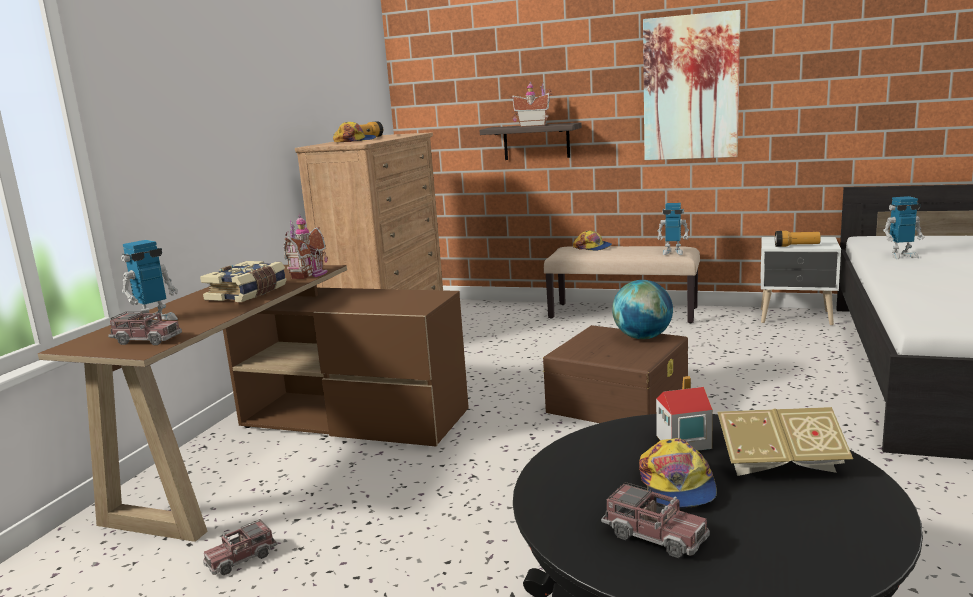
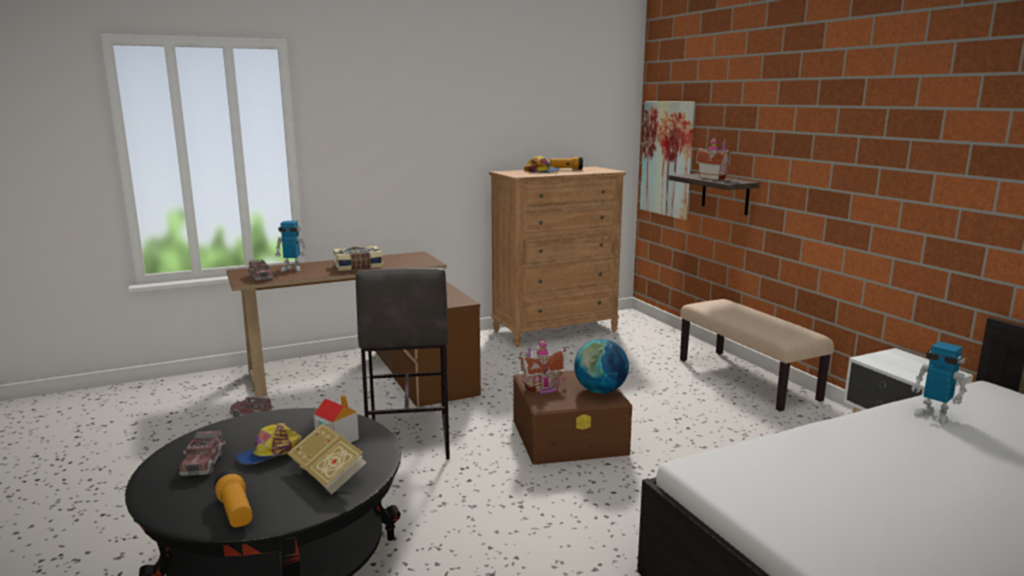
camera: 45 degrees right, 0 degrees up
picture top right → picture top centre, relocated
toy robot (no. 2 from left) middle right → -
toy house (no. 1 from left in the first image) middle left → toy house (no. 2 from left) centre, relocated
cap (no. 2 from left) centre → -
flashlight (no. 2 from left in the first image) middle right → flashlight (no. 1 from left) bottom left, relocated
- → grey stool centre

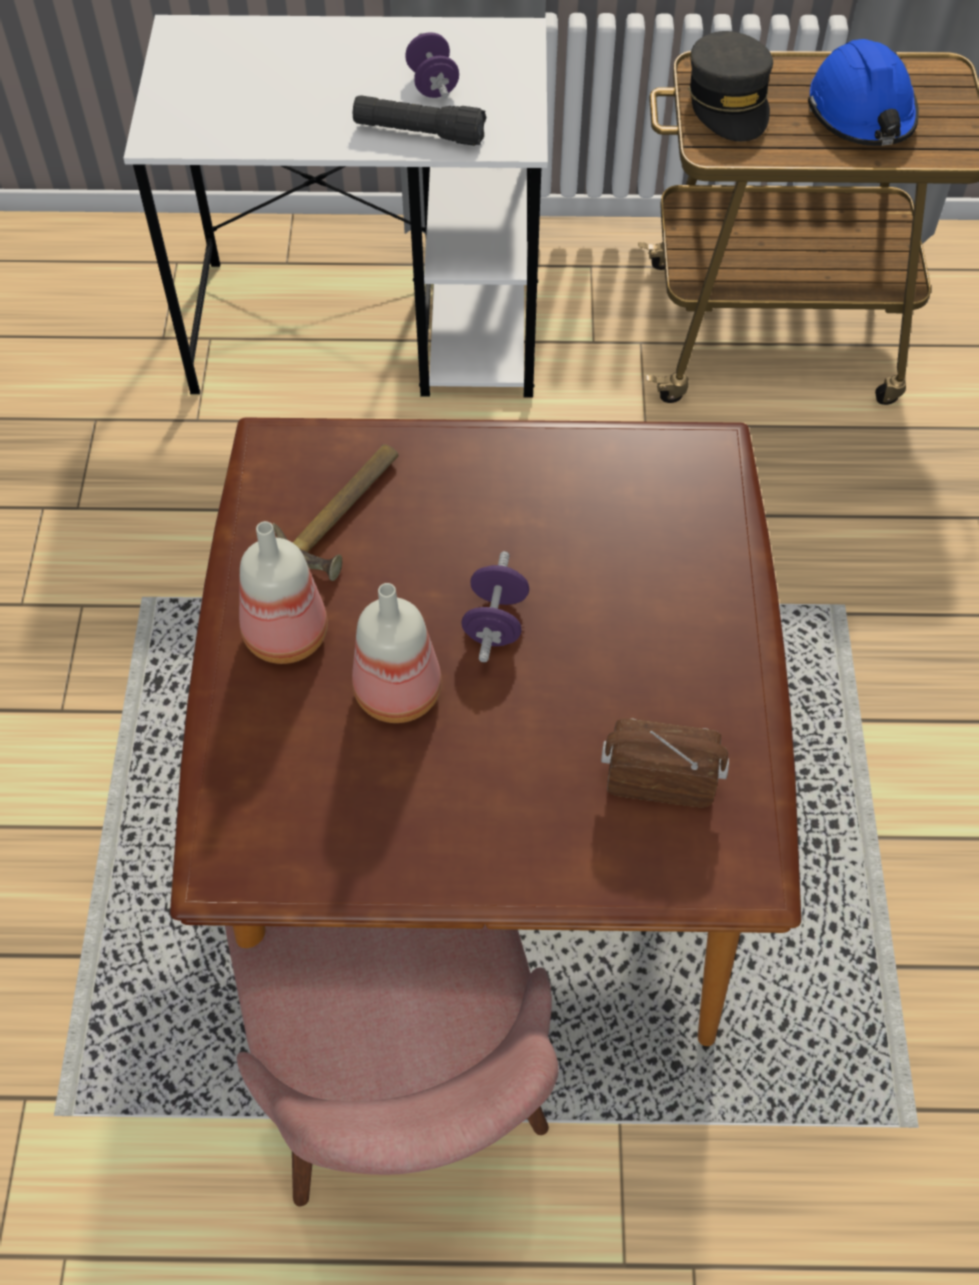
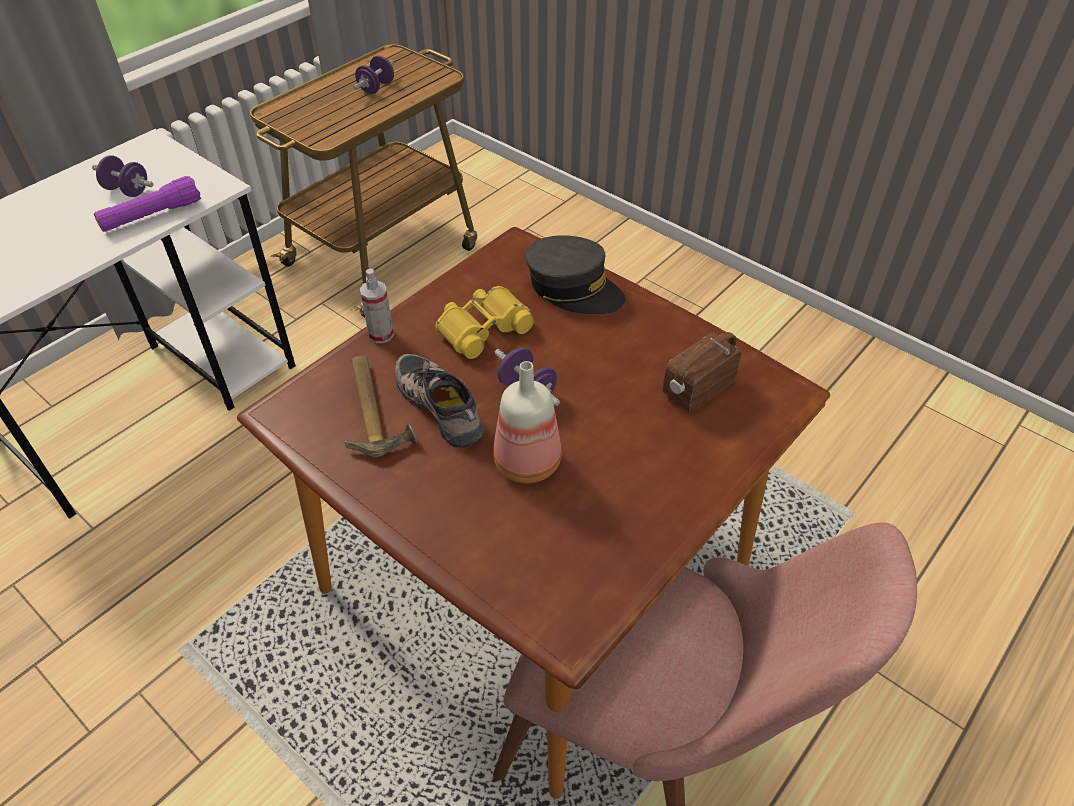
camera: 50 degrees left, 10 degrees down
grey cap top right → grey cap centre, relocated
blue hard hat top right → purple dumbbell (no. 2 from left) top centre
black flashlight top centre → purple flashlight top left
bottle (no. 1 from left) middle left → -
- → spray bottle centre
- → yellow binoculars centre
- → shoe centre

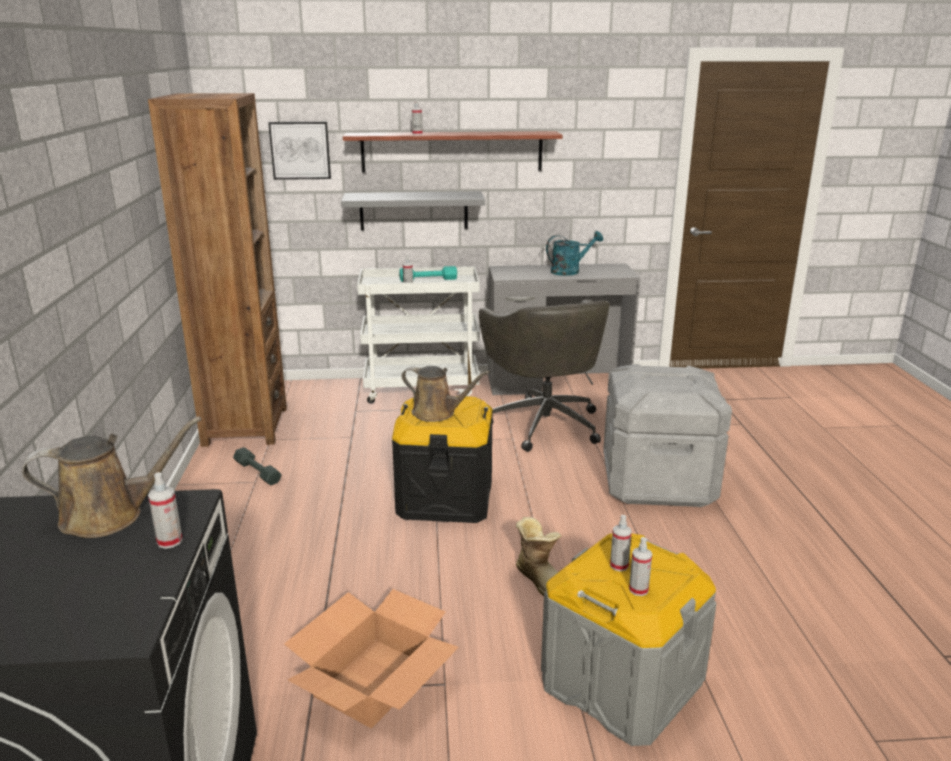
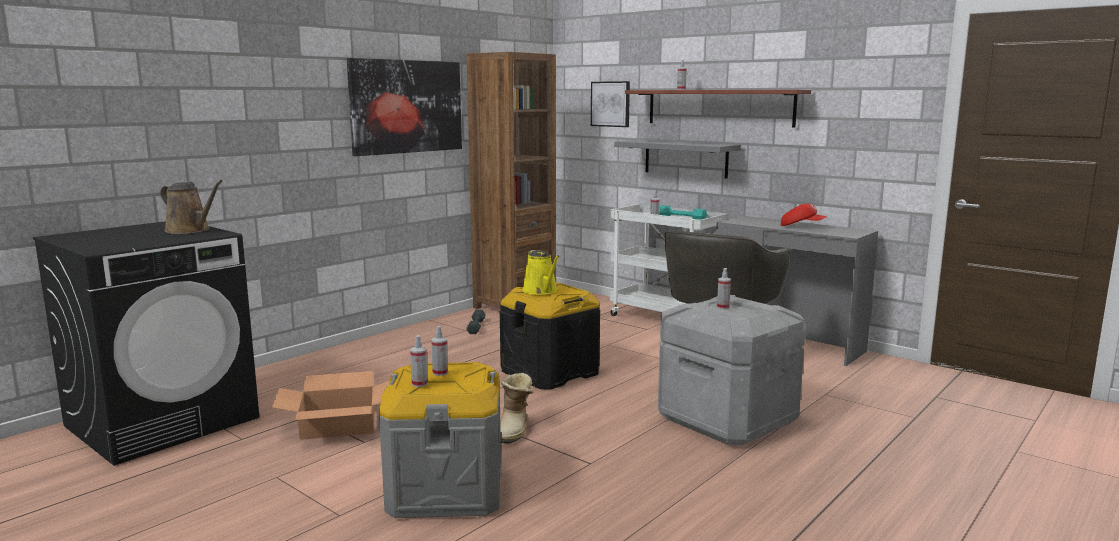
camera: 45 degrees right, 10 degrees down
turquoise watering can top centre → red cap middle right
brown watering can (no. 2 from left) centre → yellow watering can centre
spray bottle (no. 1 from left in the first image) bottom left → spray bottle (no. 5 from left) centre, relocated
- → picture (no. 1 from left) top centre

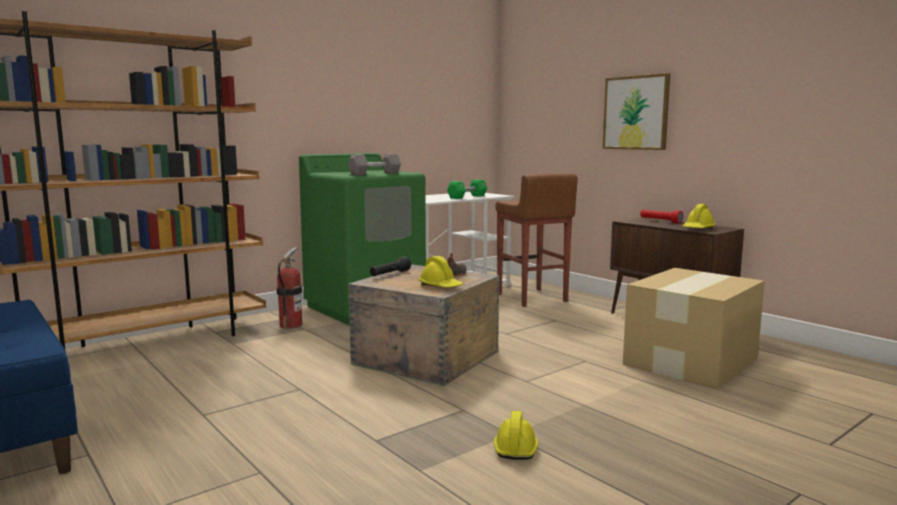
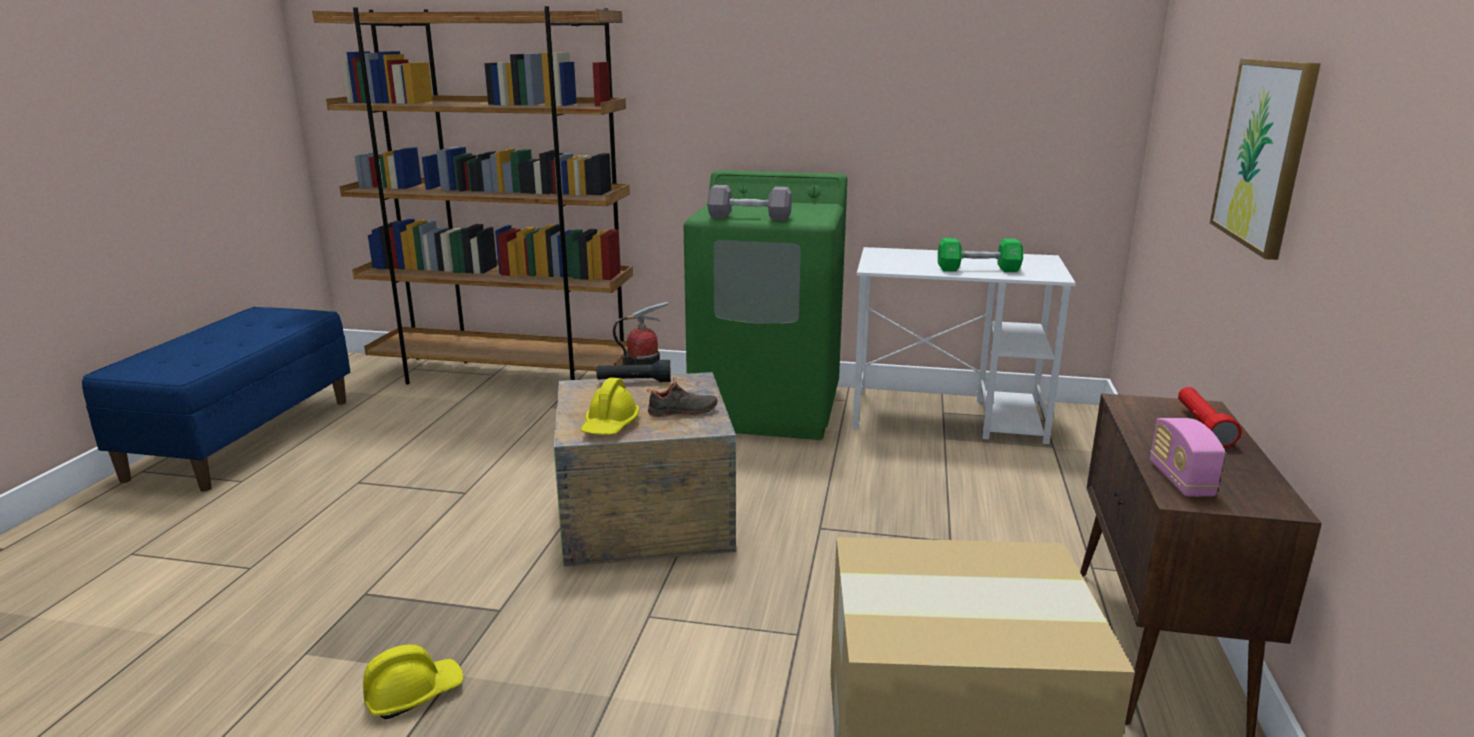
camera: 50 degrees right, 10 degrees up
brown stool centre → -
yellow hard hat (no. 3 from left) middle right → radio middle right

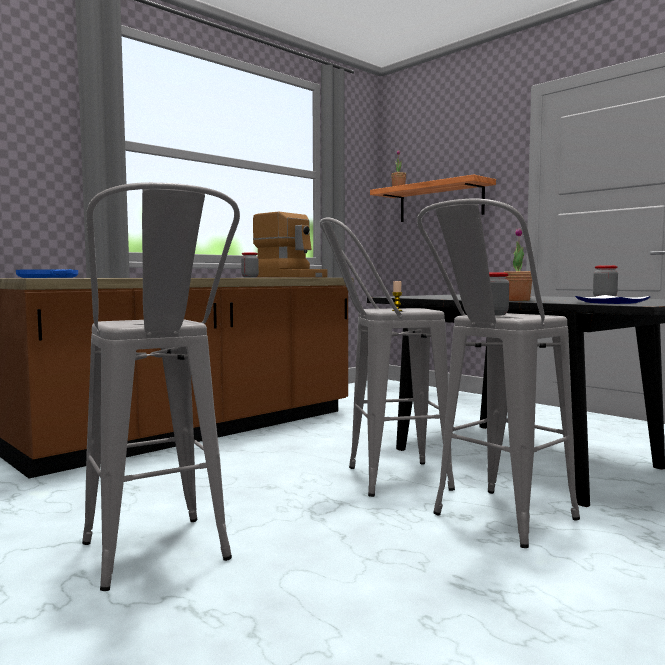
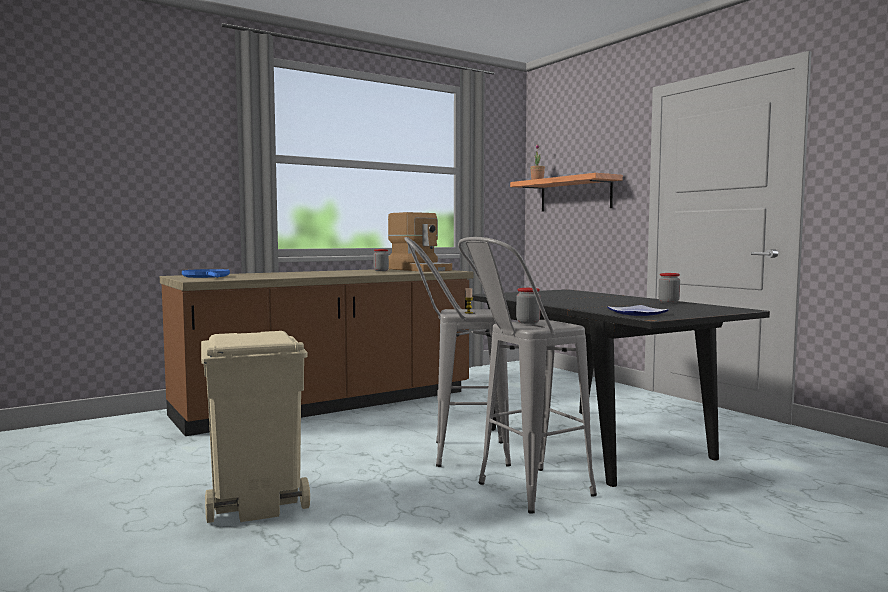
camera: 10 degrees right, 0 degrees up
grey stool (no. 1 from left) middle left → beige trash can bottom left
potted plant (no. 2 from left) middle right → -

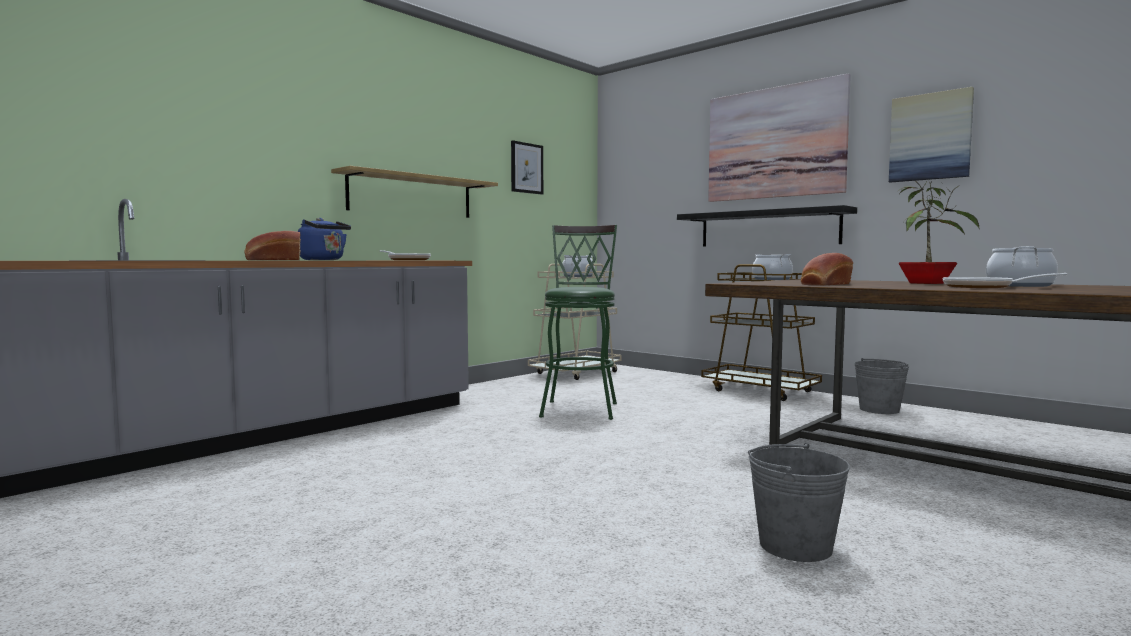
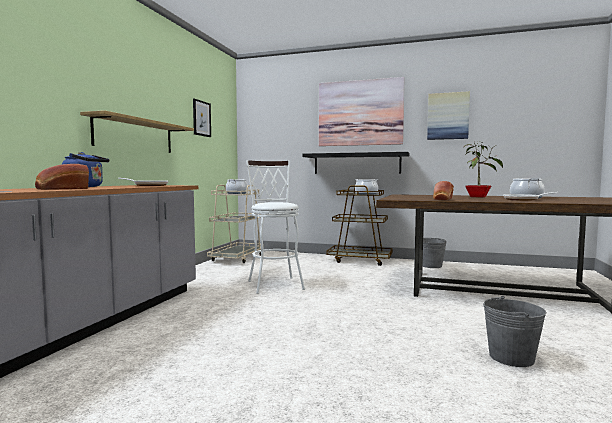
camera: 25 degrees left, 0 degrees up
green stool centre → white stool centre

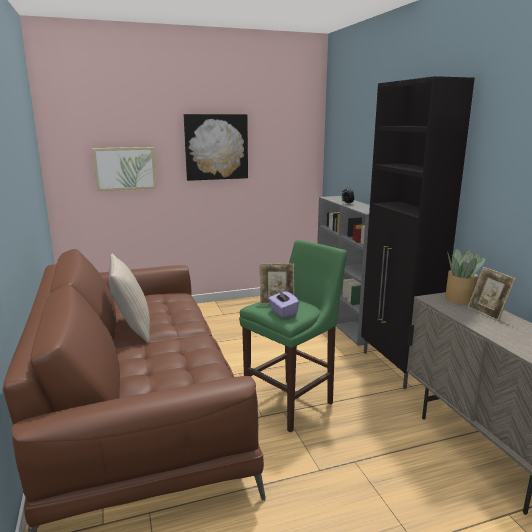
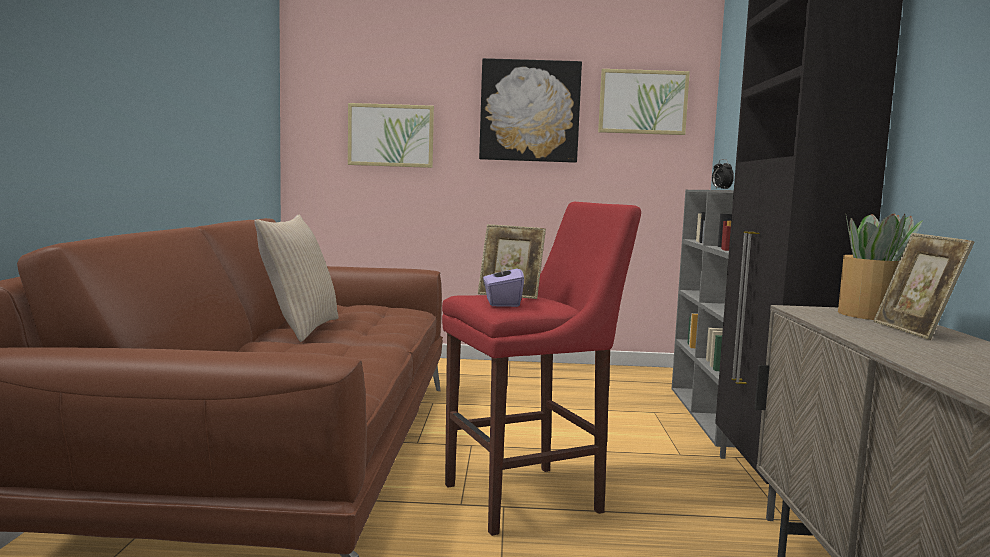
camera: 20 degrees right, 10 degrees down
green stool centre → red stool centre
- → picture (no. 3 from left) top centre

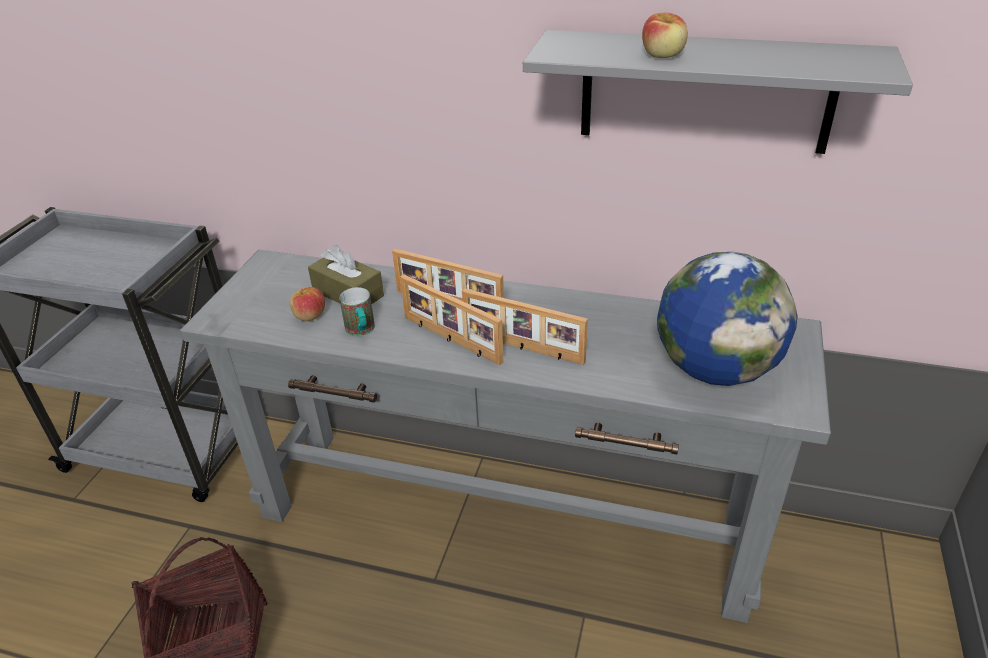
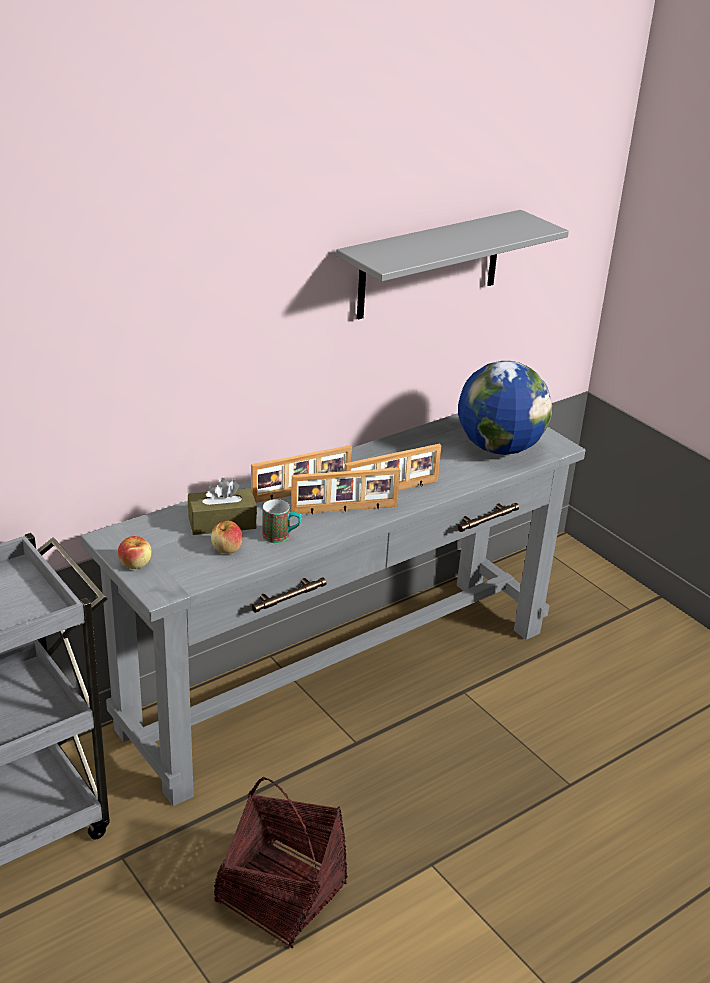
camera: 55 degrees left, 5 degrees down
apple (no. 2 from left in the first image) top right → apple (no. 1 from left) middle left, relocated

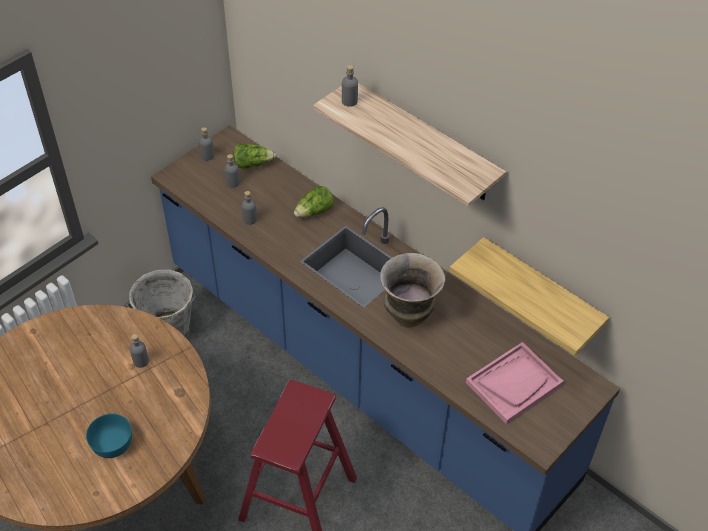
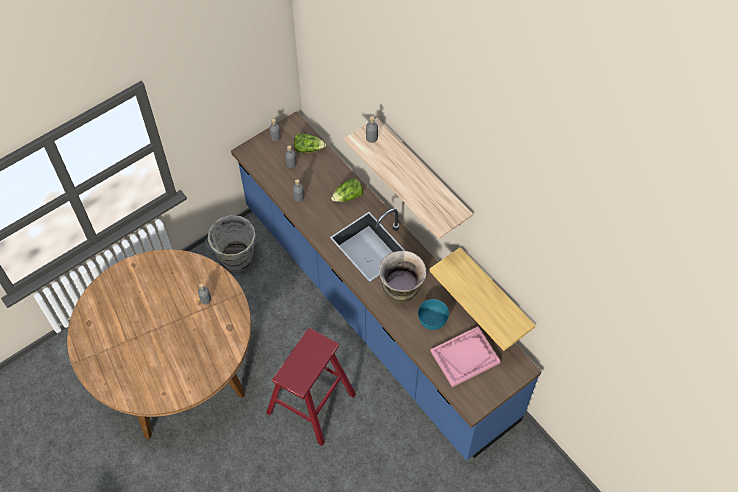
camera: 10 degrees right, 10 degrees up
turquoise bowl bottom left → turquoise bowl centre, relocated

